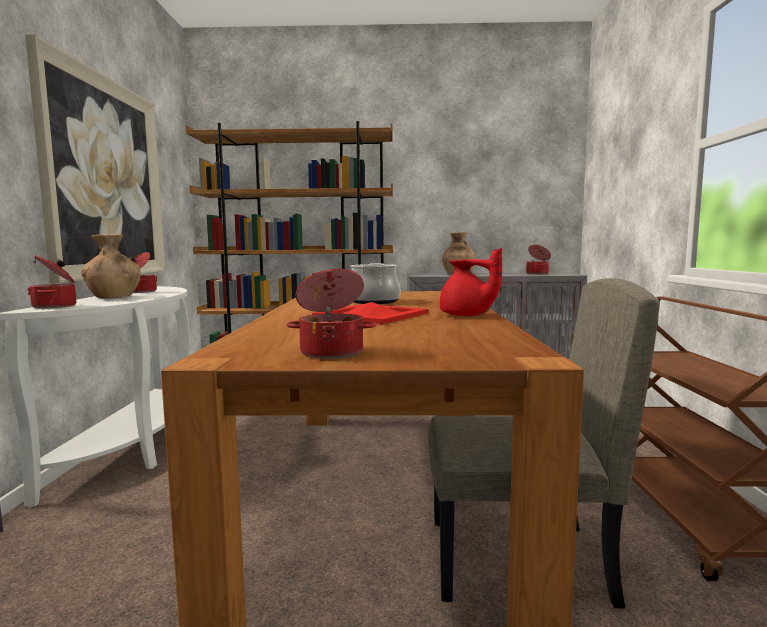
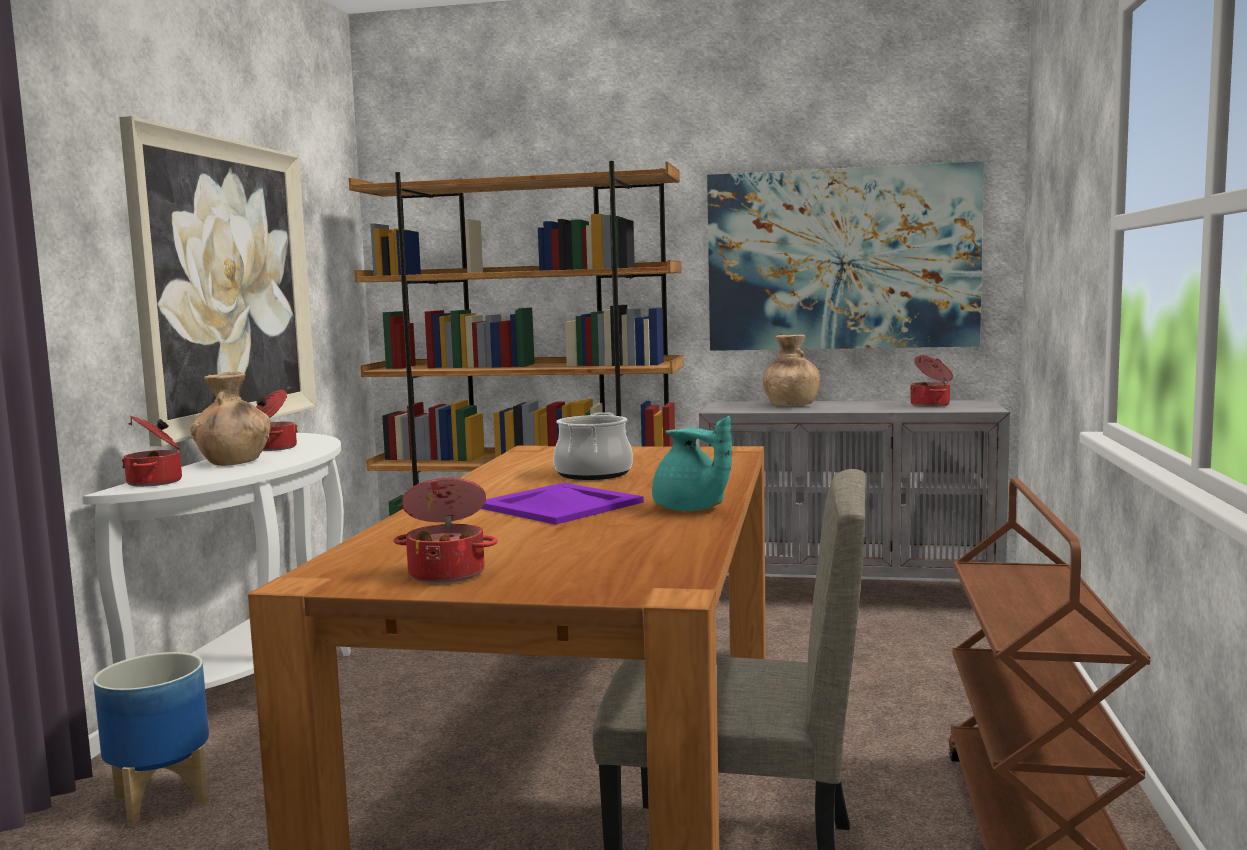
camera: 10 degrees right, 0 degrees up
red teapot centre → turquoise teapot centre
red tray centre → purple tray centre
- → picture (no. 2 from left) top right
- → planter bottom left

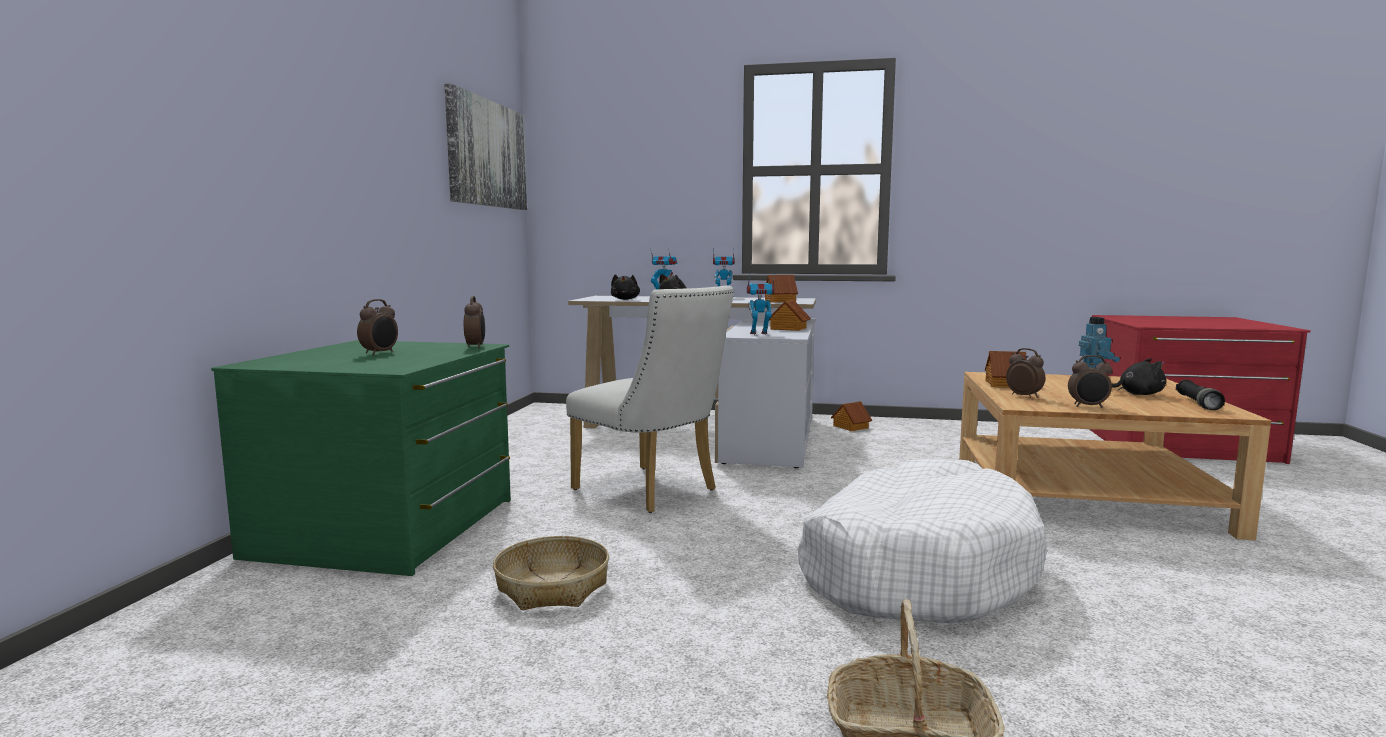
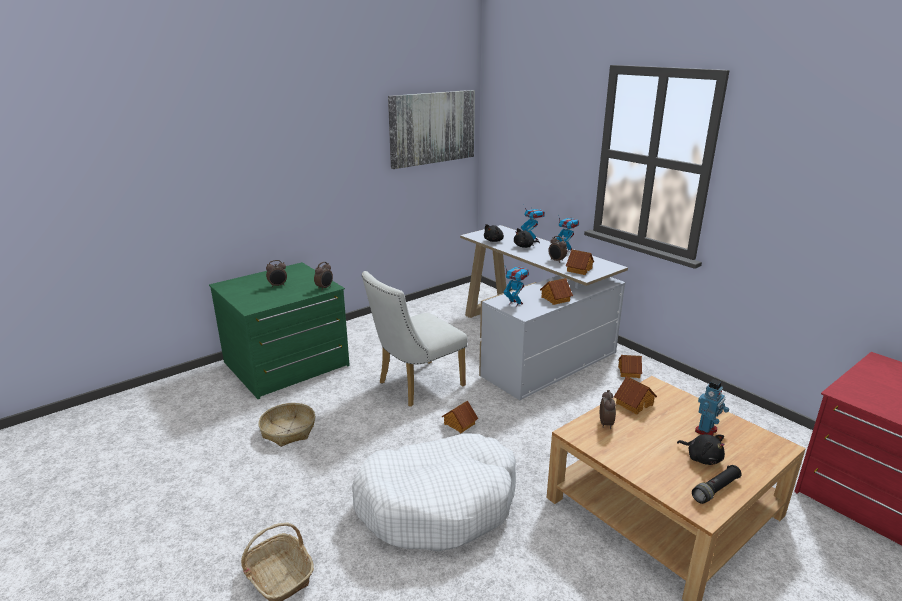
camera: 40 degrees right, 15 degrees up
white chair centre, 60 degrees clockwise
alarm clock (no. 4 from left in the first image) middle right → alarm clock (no. 3 from left) centre, relocated
- → toy house (no. 1 from left) bottom centre

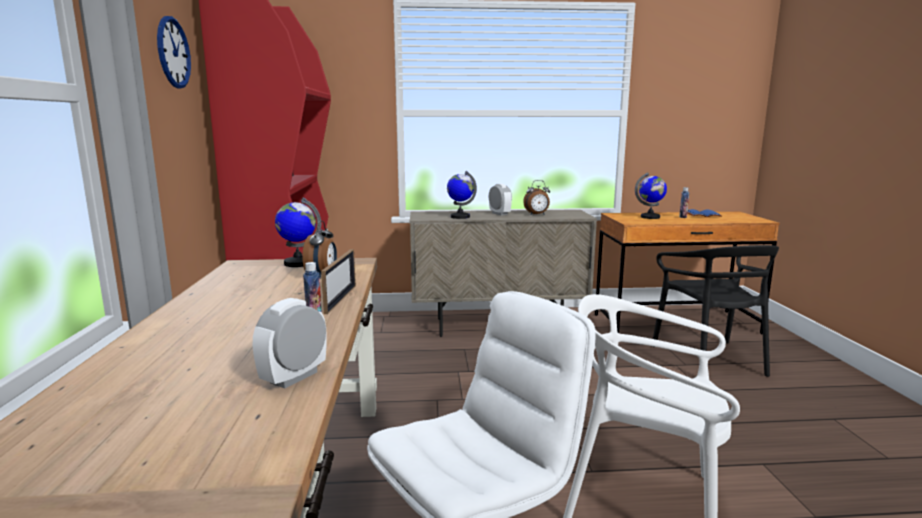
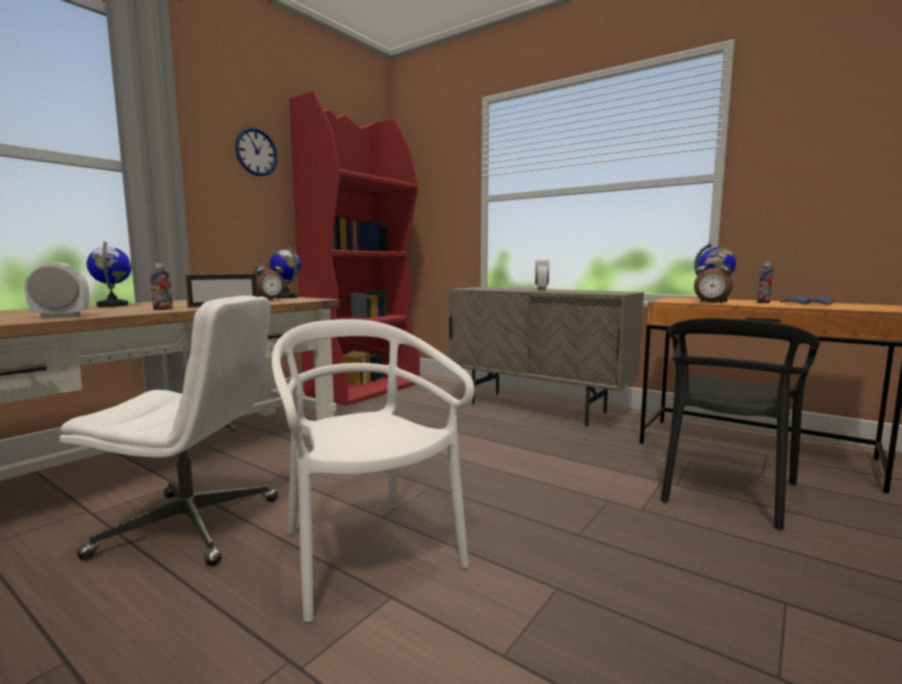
camera: 40 degrees right, 5 degrees down
globe (no. 2 from left in the first image) centre → globe (no. 1 from left) middle left, relocated
alarm clock (no. 4 from left) centre → alarm clock (no. 4 from left) middle right, relocated

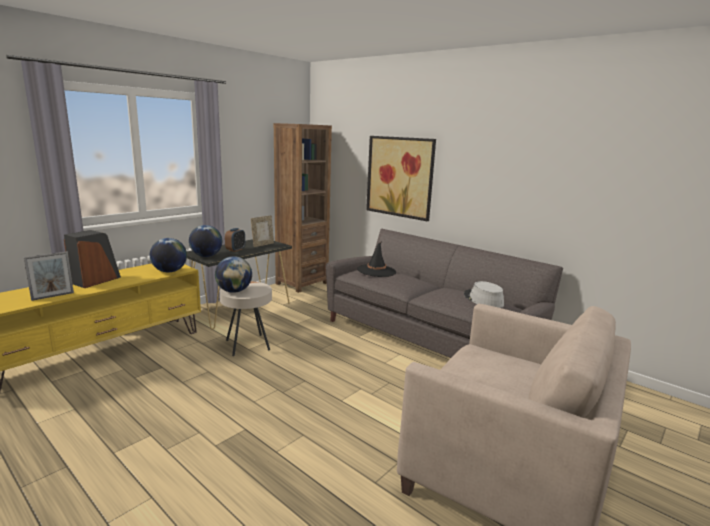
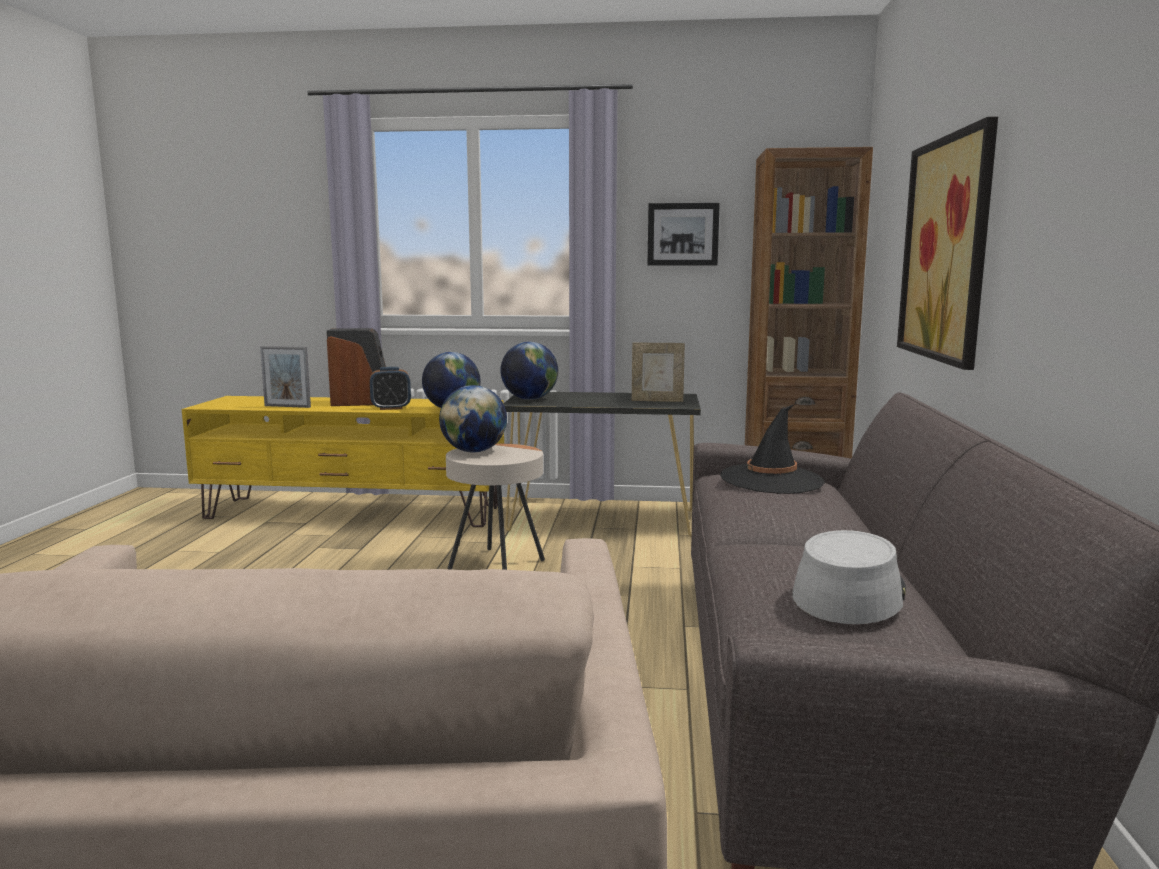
camera: 55 degrees right, 5 degrees down
alarm clock middle left → alarm clock centre, relocated
- → picture (no. 1 from left) top centre

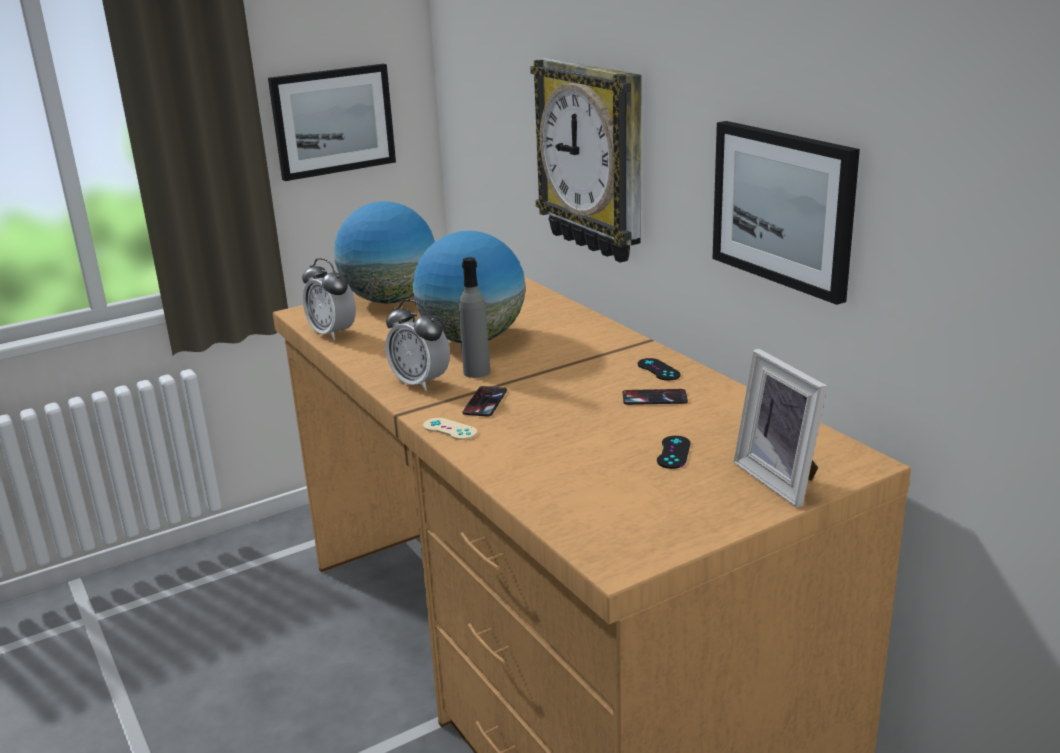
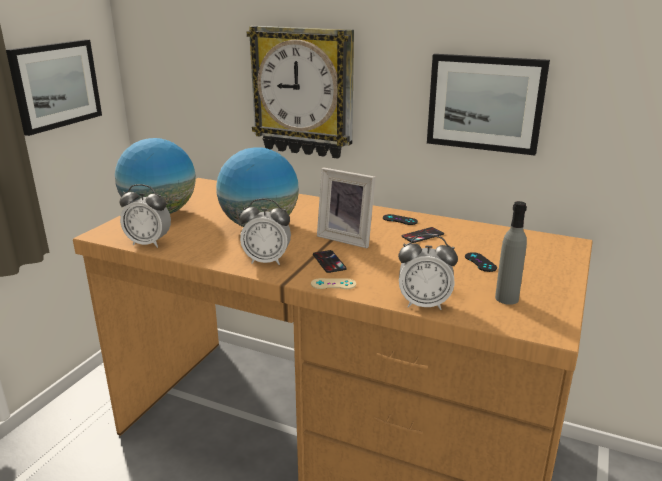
camera: 35 degrees left, 0 degrees up
grey bottle centre → grey bottle middle right, relocated
picture frame middle right → picture frame centre, relocated
- → alarm clock (no. 3 from left) centre

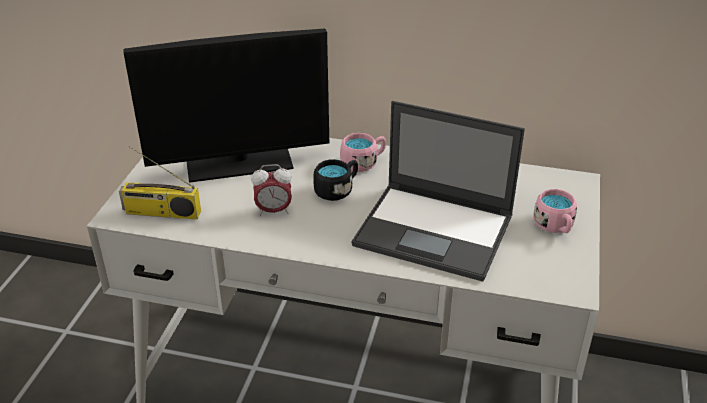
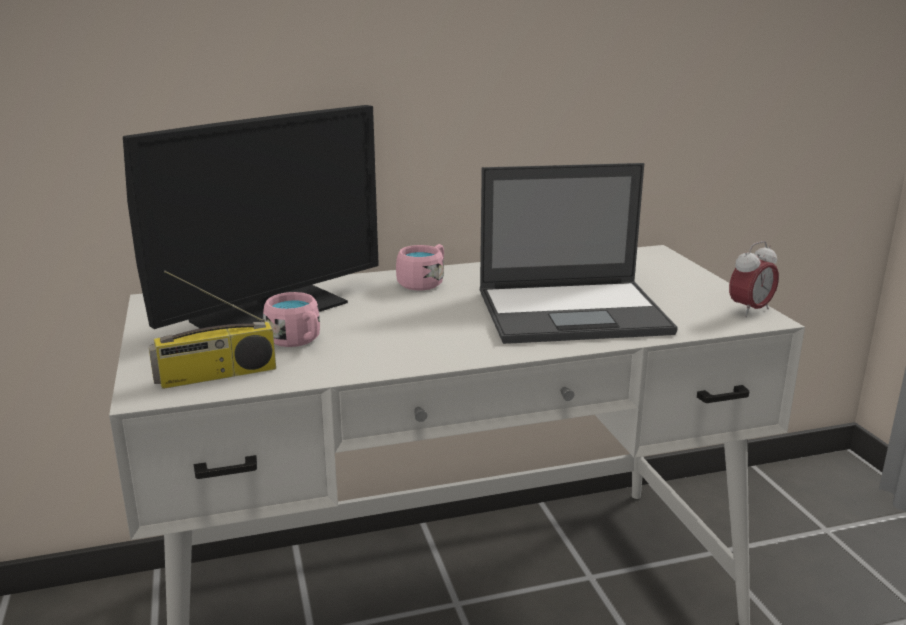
camera: 30 degrees left, 15 degrees down
black mug centre → -
alarm clock centre → alarm clock middle right, relocated
pink mug (no. 2 from left in the first image) middle right → pink mug (no. 1 from left) middle left, relocated

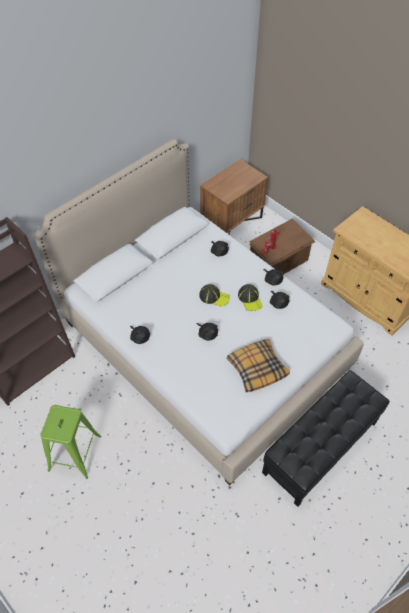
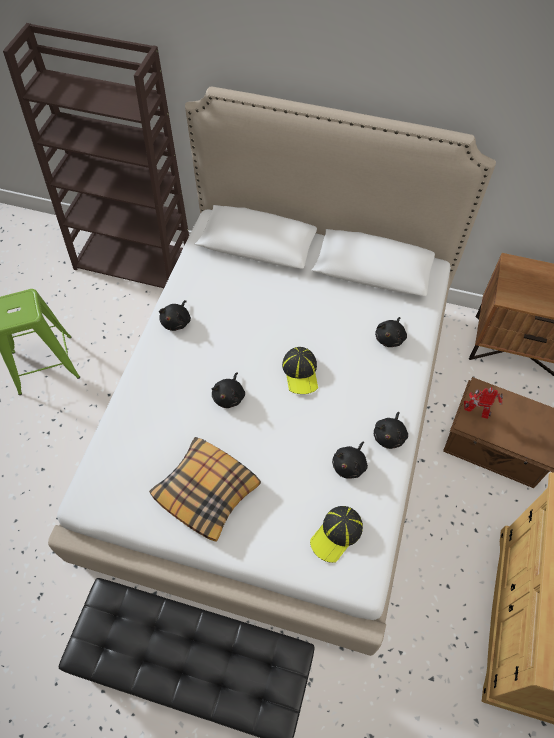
camera: 60 degrees right, 5 degrees up
cap (no. 2 from left) centre → cap (no. 2 from left) bottom centre, relocated

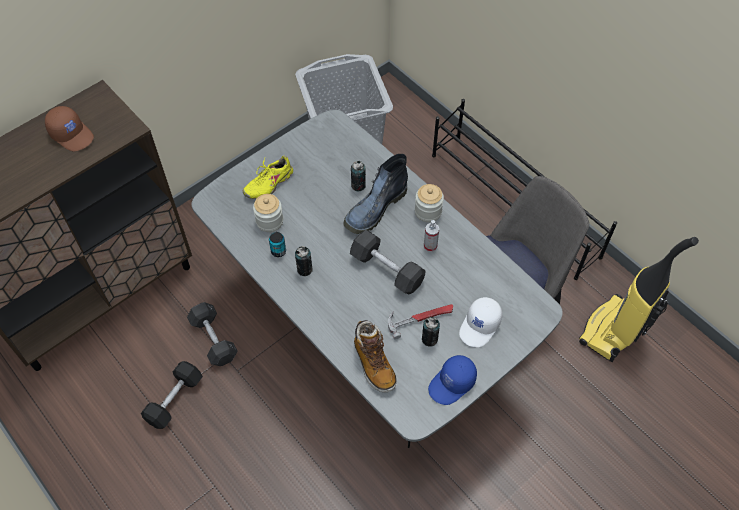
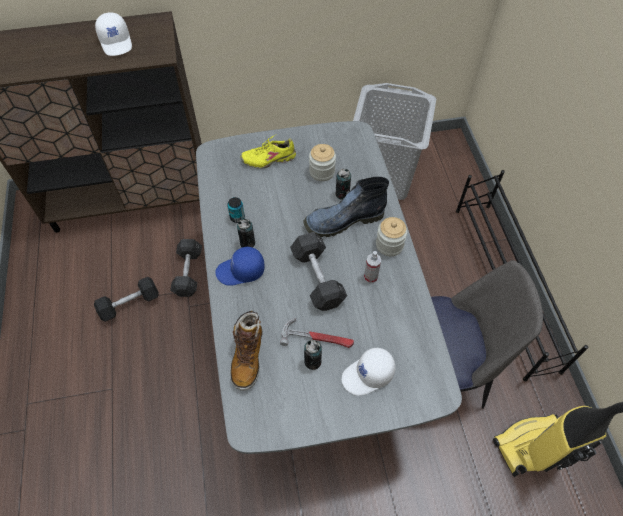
camera: 30 degrees right, 0 degrees up
brown cap top left → white cap (no. 1 from left) top left
jar (no. 1 from left) centre → jar (no. 1 from left) top centre, relocated
blue cap bottom centre → blue cap centre, relocated

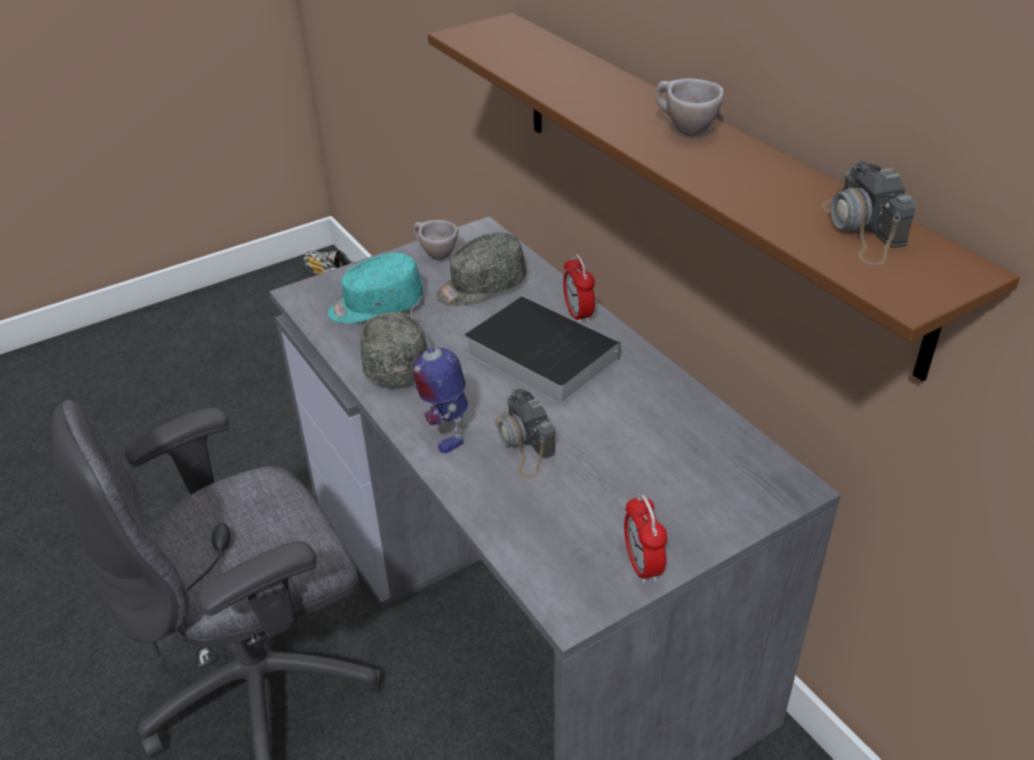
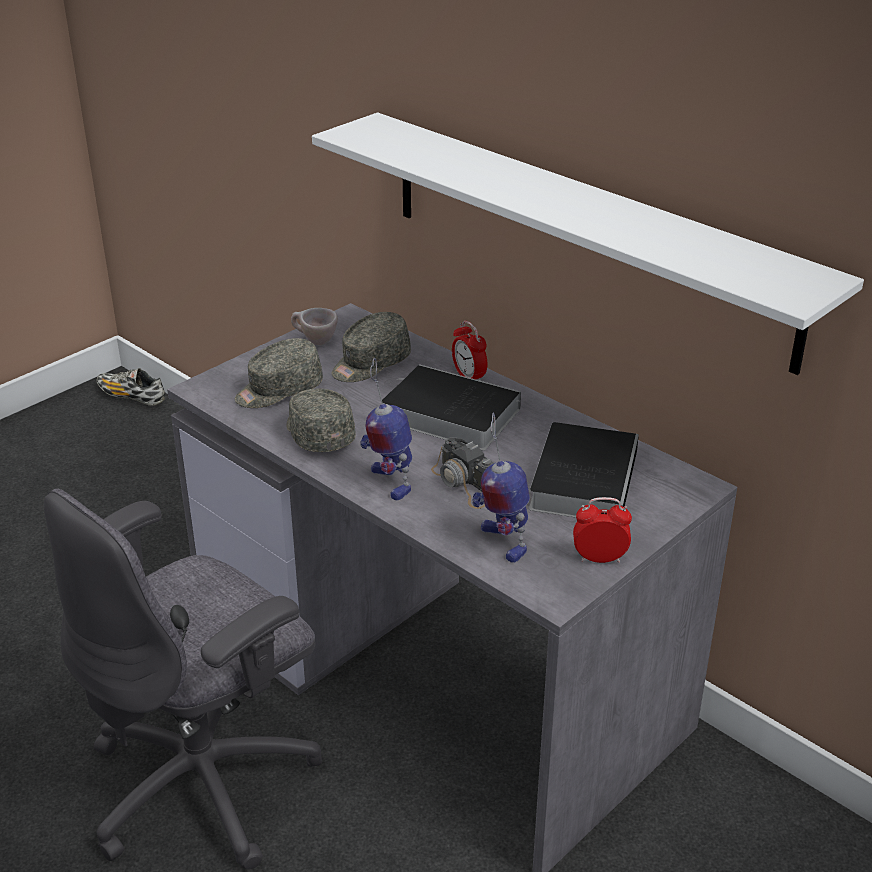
camera: 15 degrees left, 5 degrees down
brown shelf top right → white shelf top right
beige cup (no. 2 from left) top centre → -
photo camera (no. 2 from left) top right → -
turquoise cap centre → grey cap (no. 1 from left) middle left
alarm clock (no. 2 from left) bottom centre → alarm clock (no. 2 from left) middle right, 120 degrees clockwise
- → toy robot (no. 2 from left) centre
- → book (no. 2 from left) middle right

